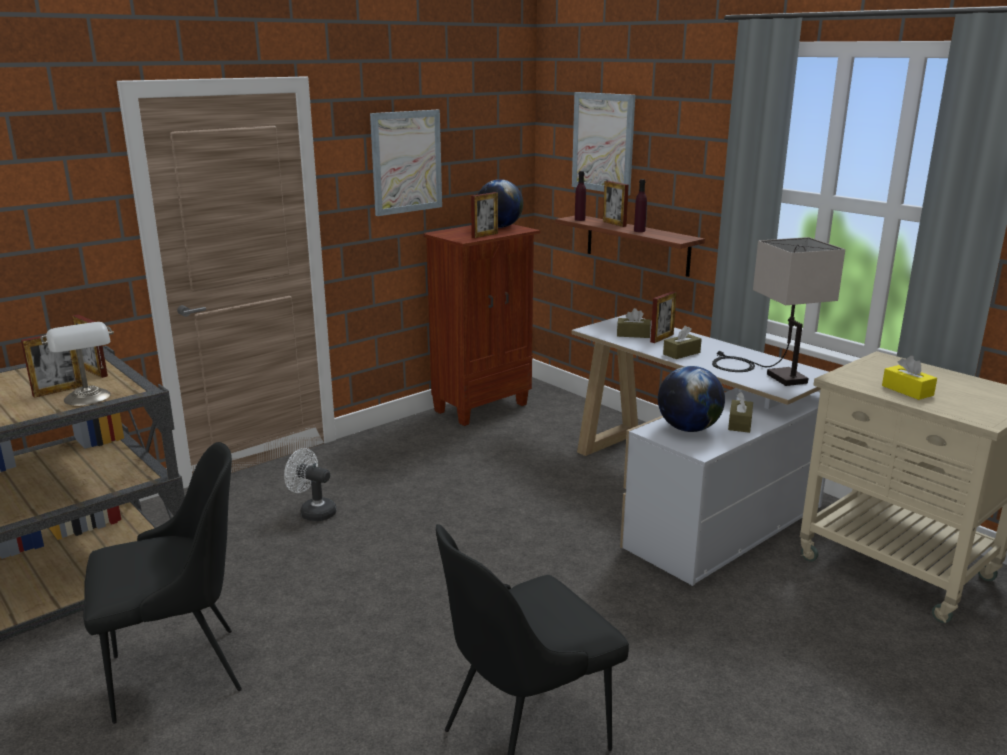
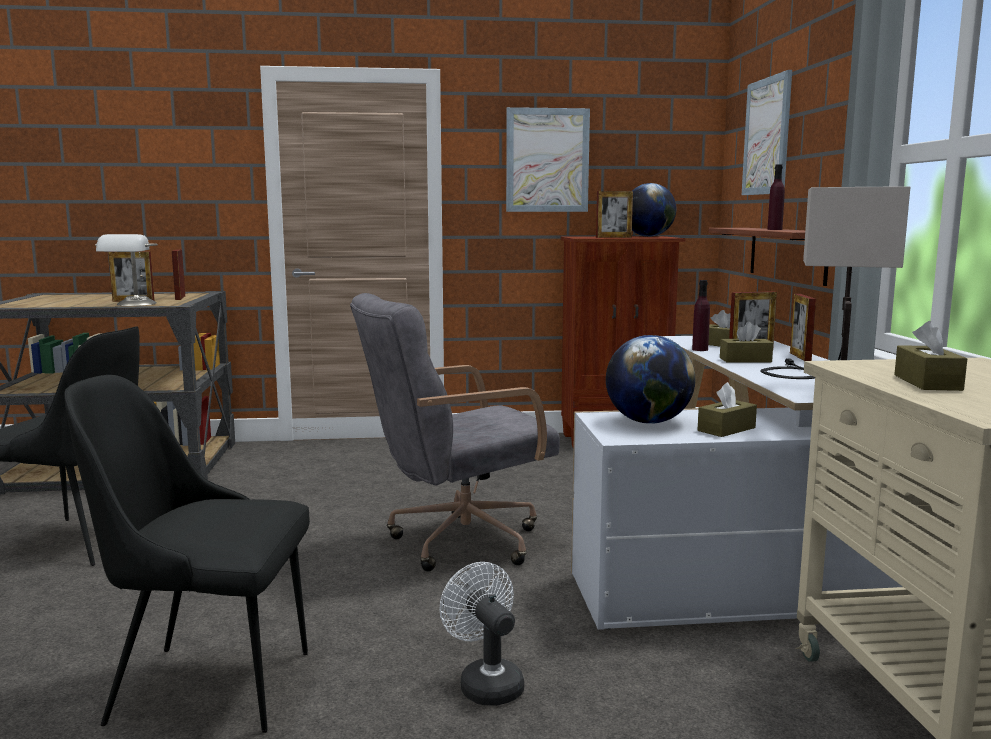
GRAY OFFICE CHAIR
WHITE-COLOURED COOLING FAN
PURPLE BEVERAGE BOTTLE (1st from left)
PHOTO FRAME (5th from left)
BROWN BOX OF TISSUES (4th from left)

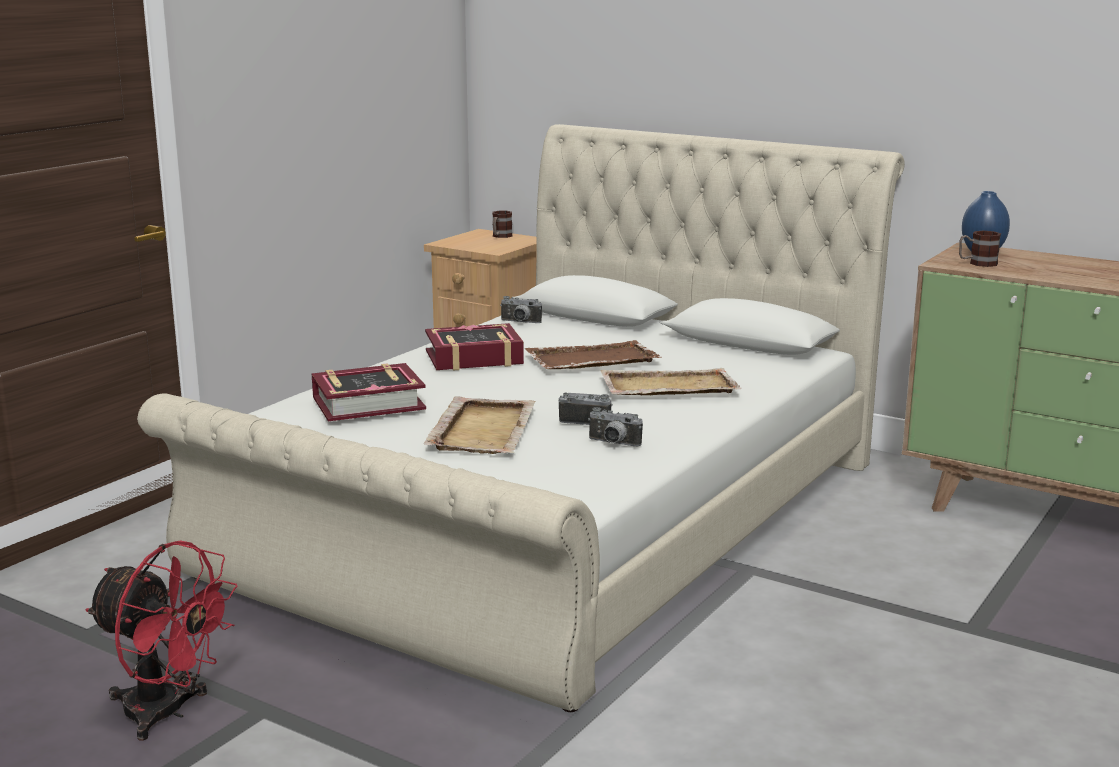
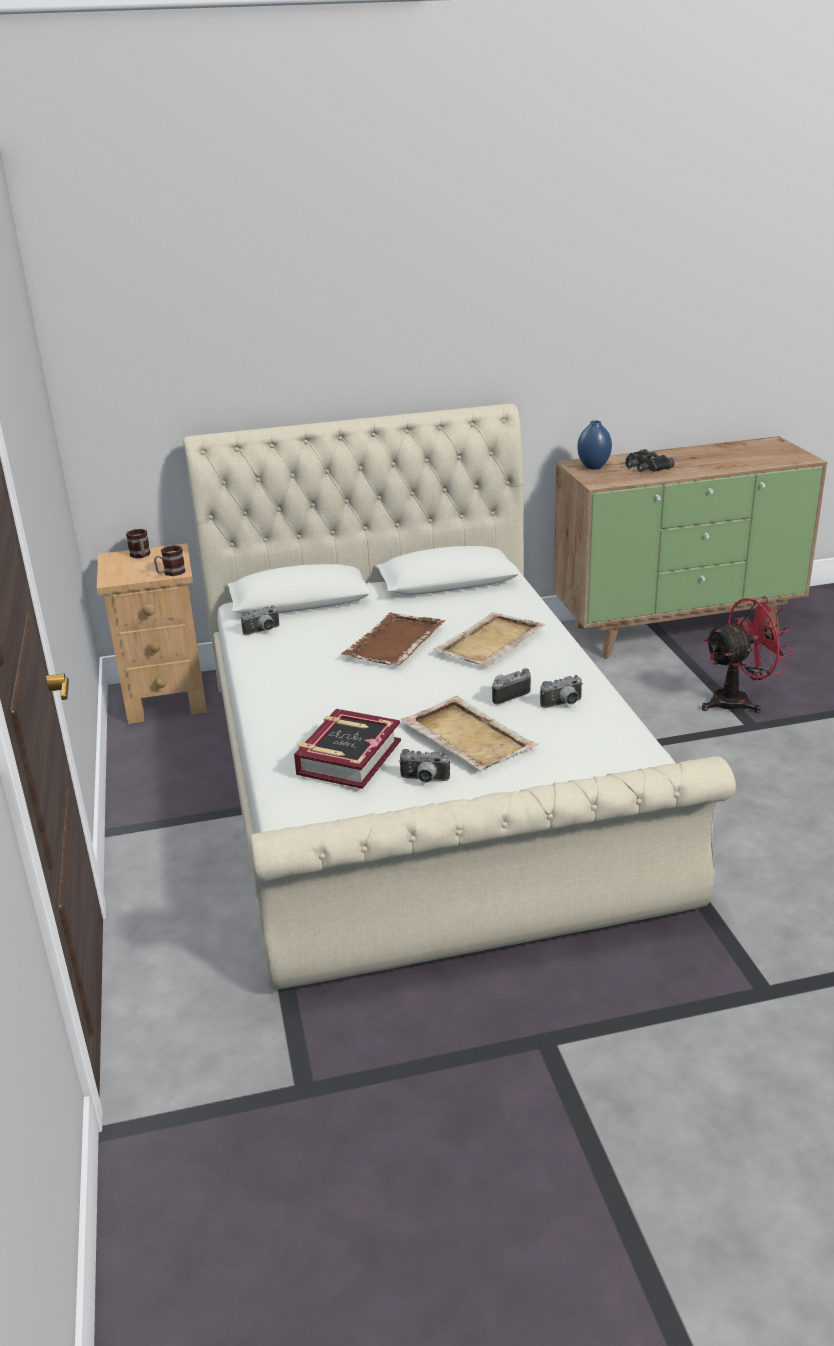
COFFEE MUG (2nd from left)
STILL CAMERA (2nd from left)
BLACK-COLOURED PAIR OF BINOCULARS
RED-COLOURED COOLING FAN
BOUND BOOK (2nd from left in the first image)

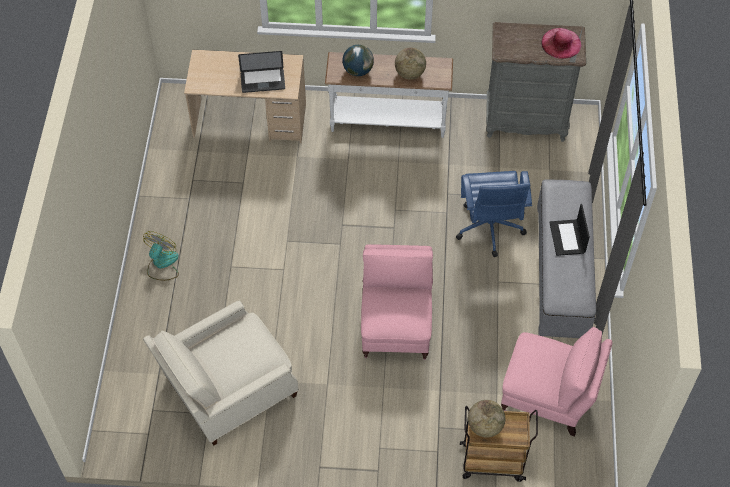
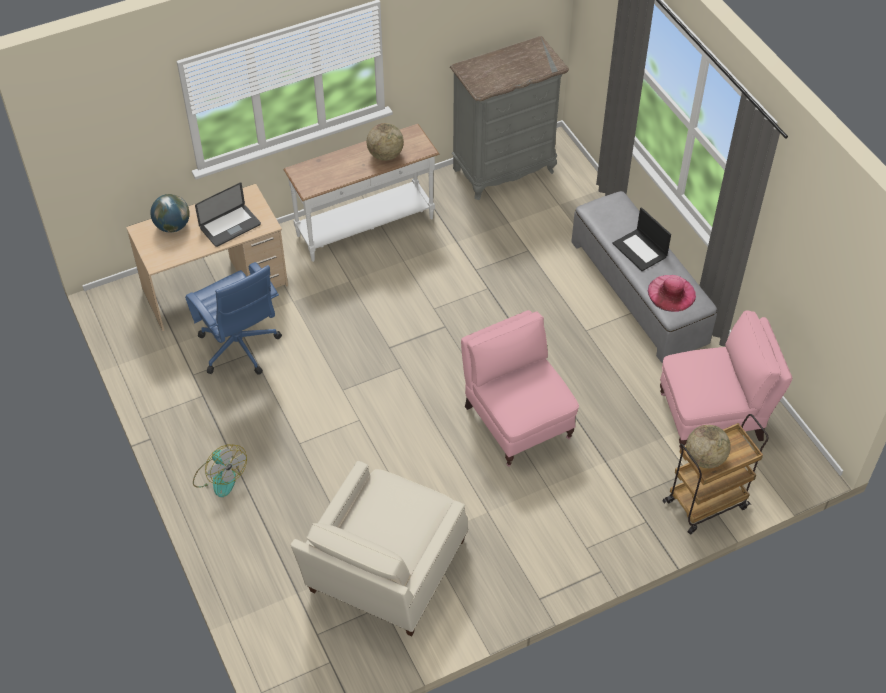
DESK GLOBE (1st from left)
BLUISH OFFICE CHAIR
COOLING FAN
PINKISH HAT

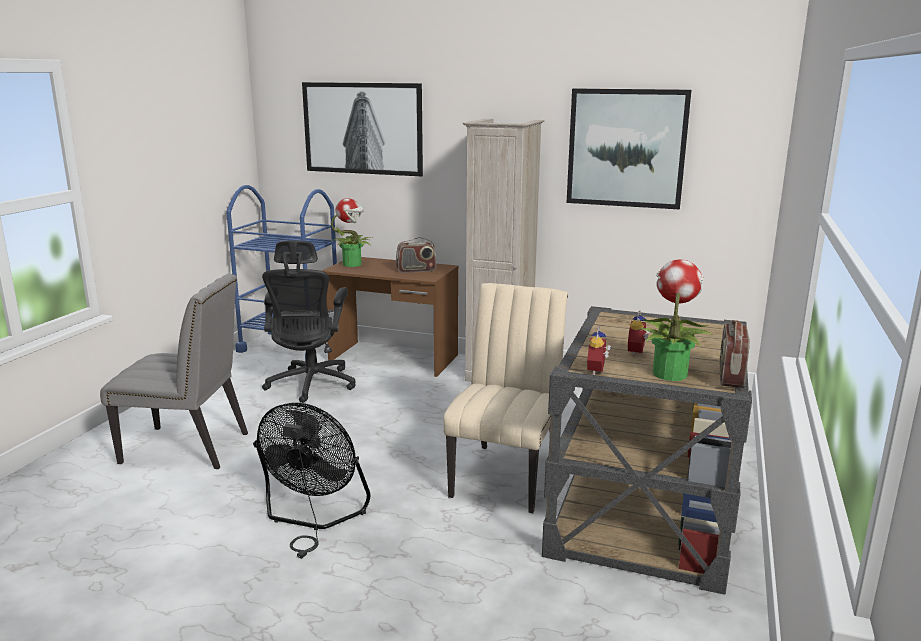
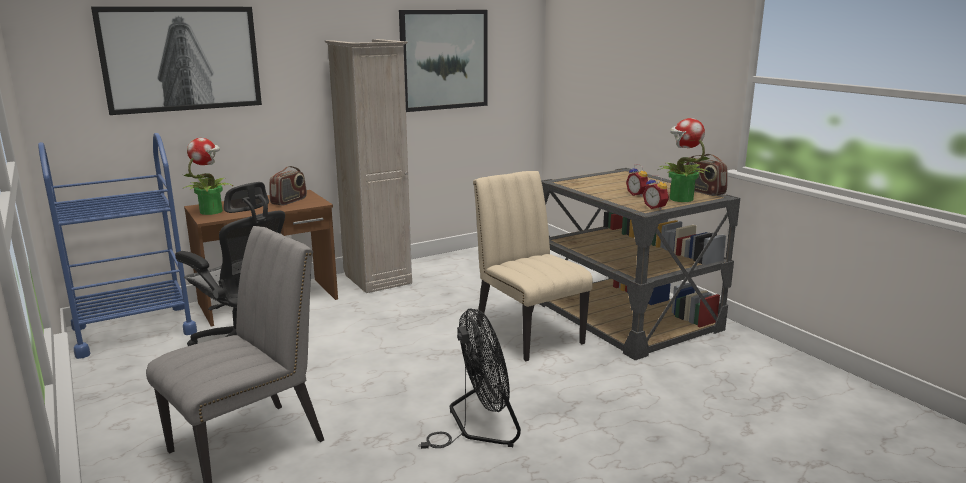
BLACK-COLOURED COOLING FAN

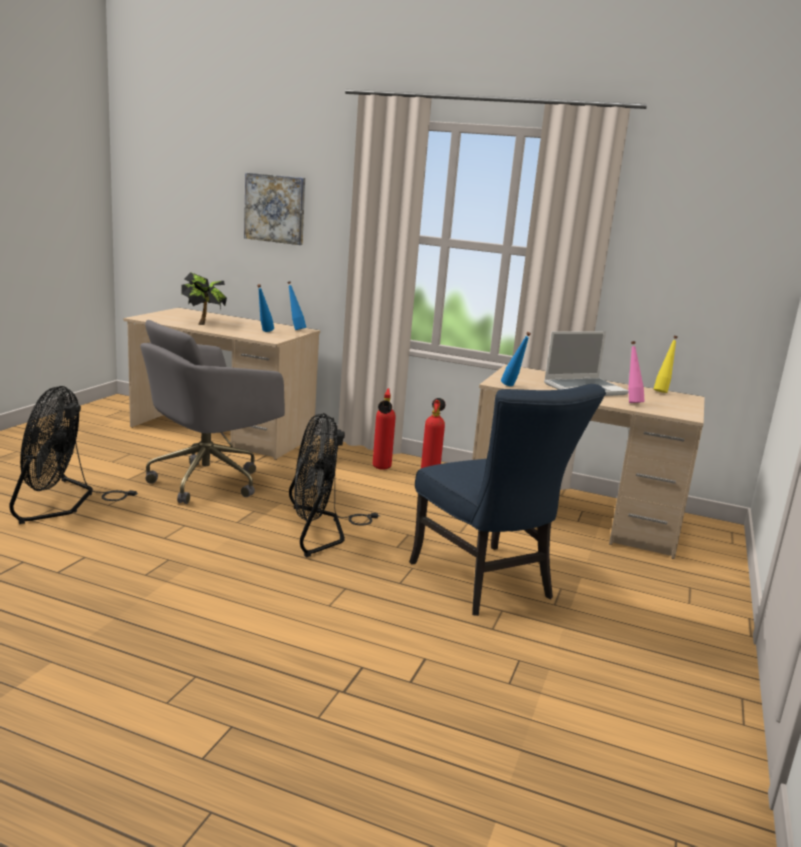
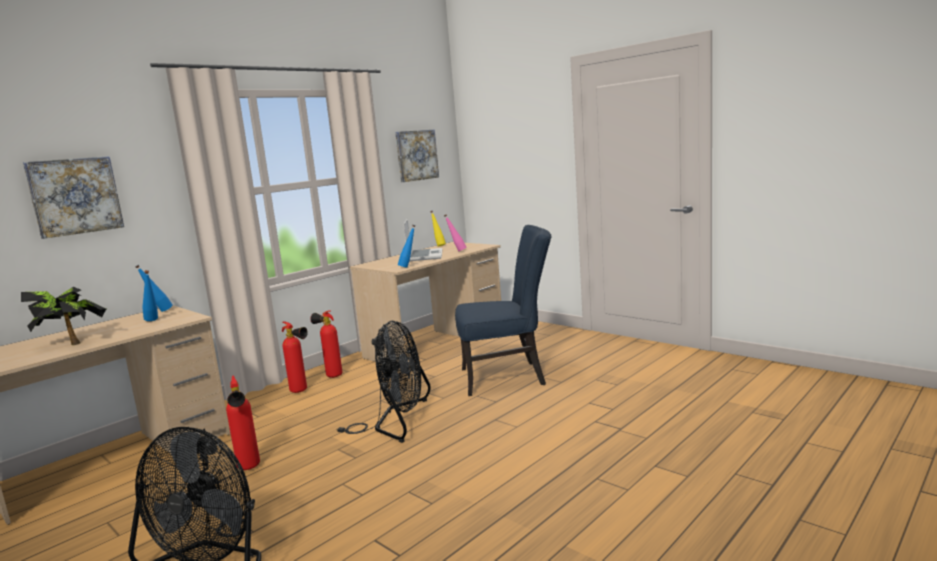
FIRE-FIGHTING CYLINDER (1st from left)
BLACK-COLOURED COOLING FAN (2nd from left)
WALL PICTURE (2nd from left)

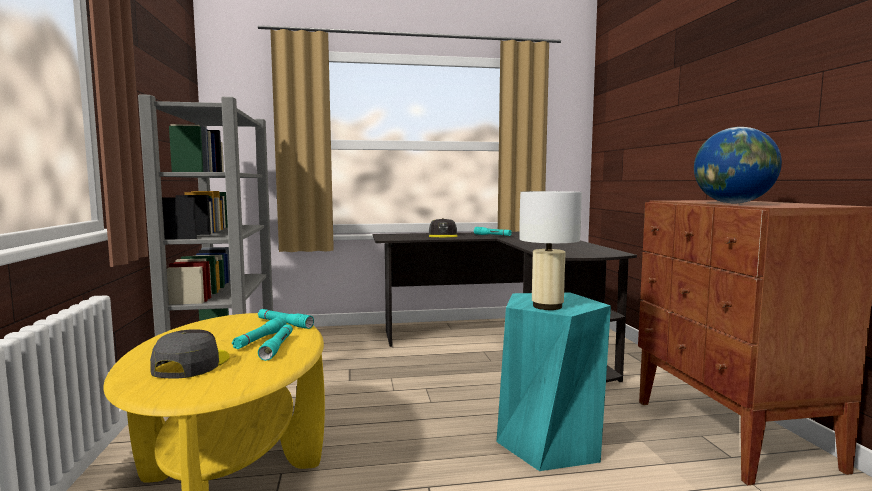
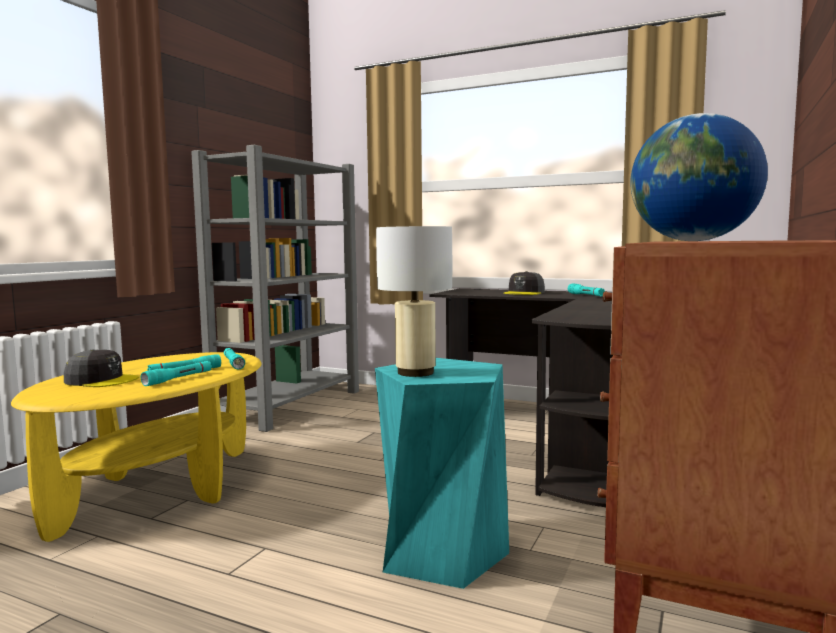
GRAY PEAKED CAP (1st from left)

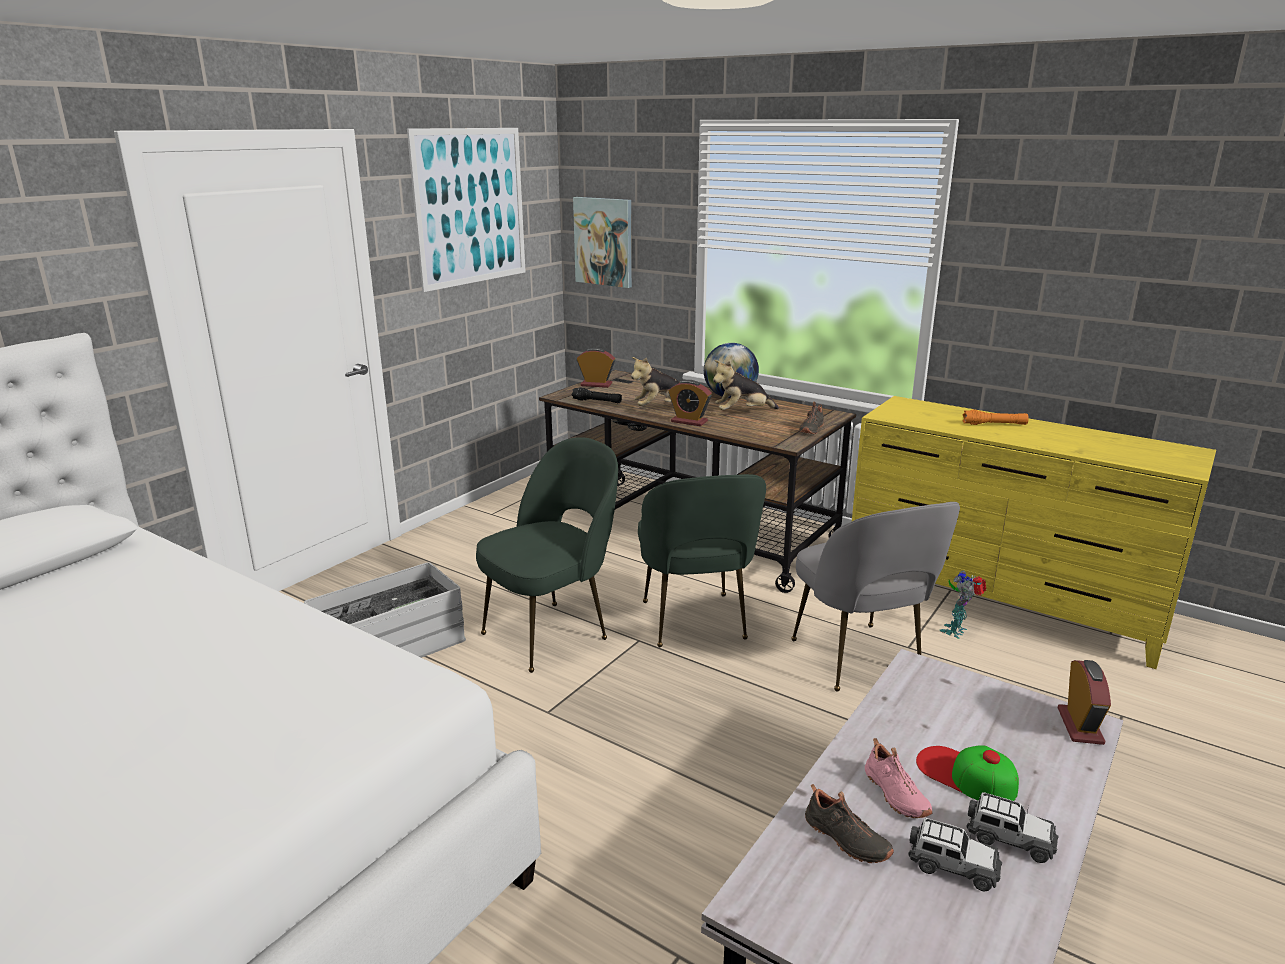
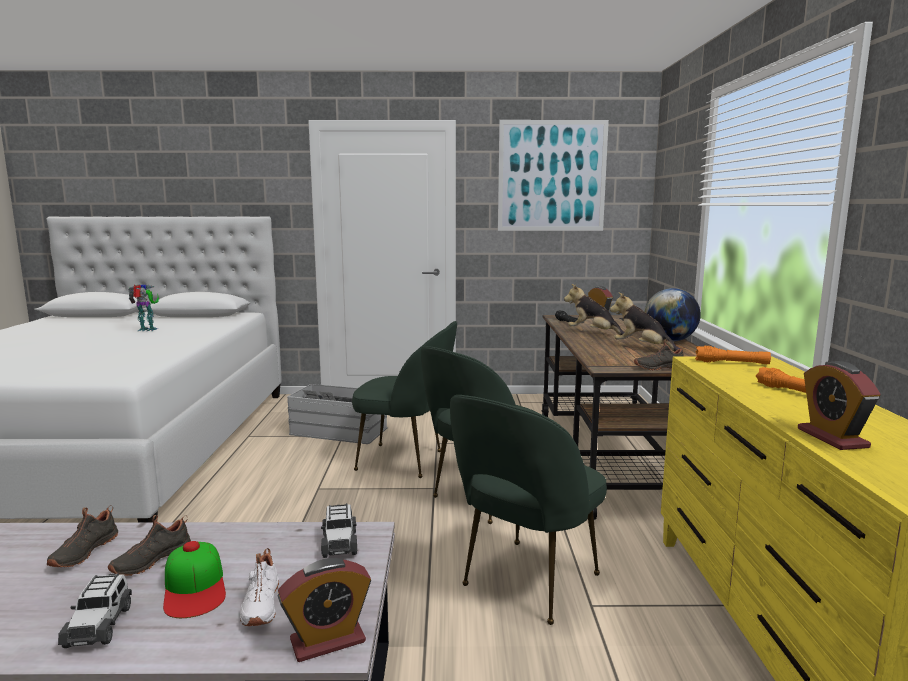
BLACK-COLOURED SHOE (2nd from left)
ROBOT FIGURE
PEAKED CAP
WHITE-COLOURED SHOE
TOY CAR (2nd from left)
GREEN CHAIR (3rd from left)
ORANGE TORCH (1st from left)
TABLE CLOCK (3rd from left)
WALL PICTURE (2nd from left in the first image)

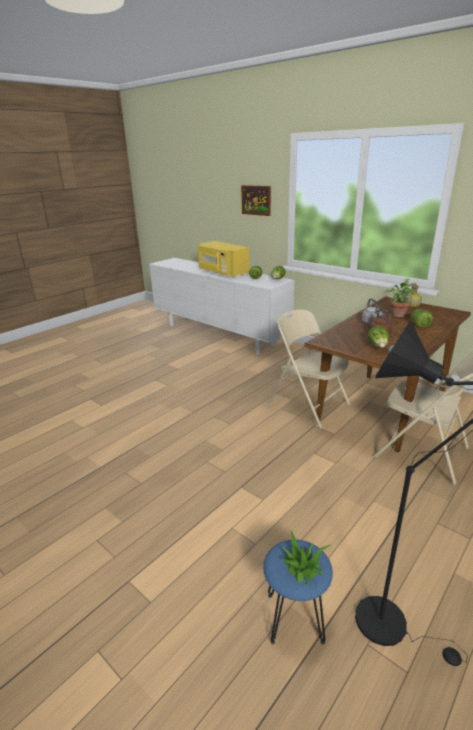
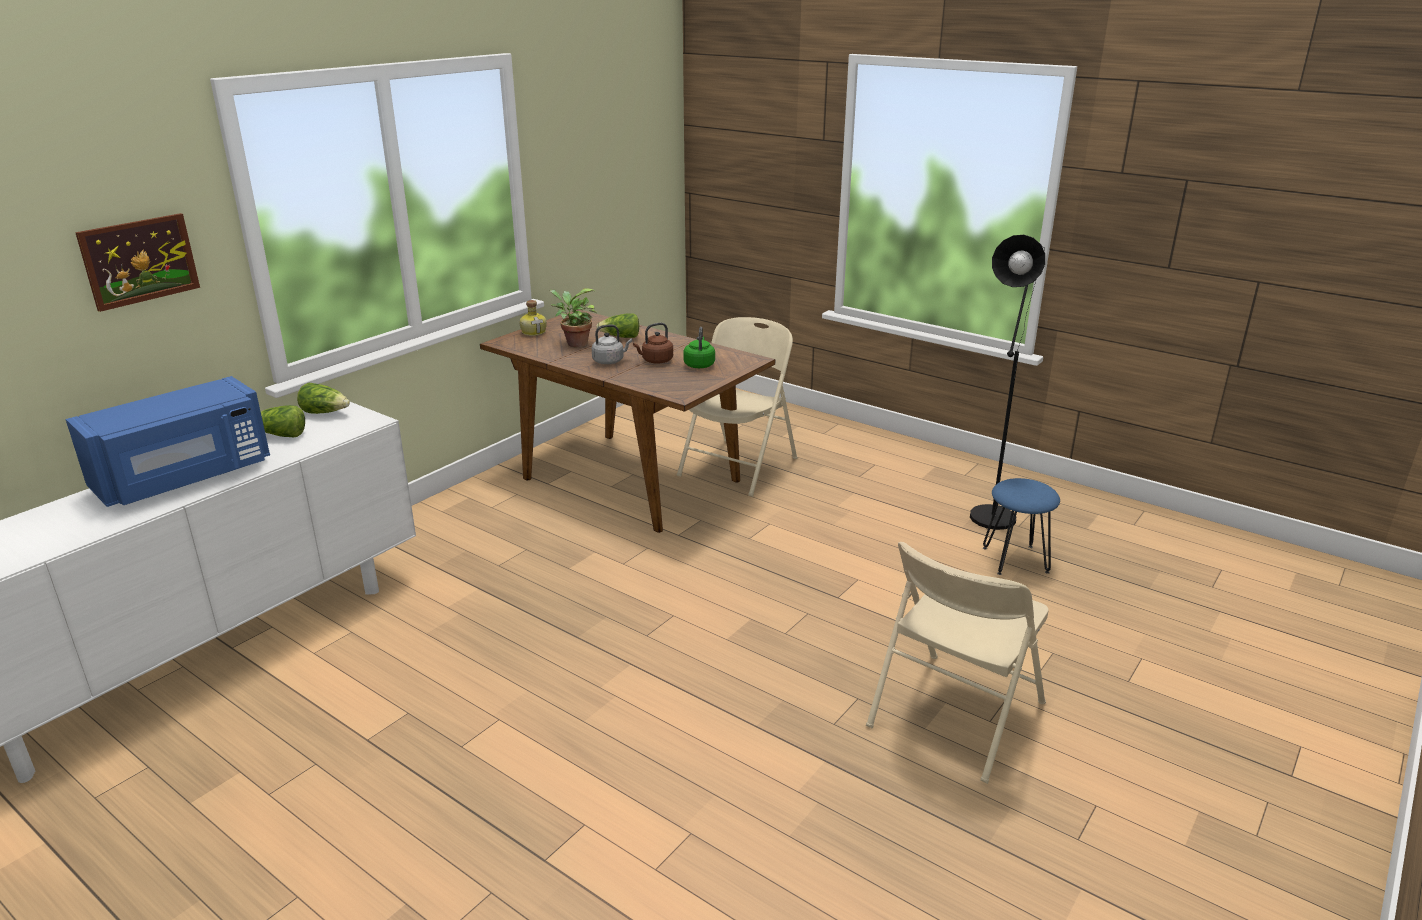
BLUISH KITCHEN MICROWAVE
GREEN WATER KETTLE
BEIGE CHAIR (2nd from left)
POTTED PLANT (1st from left in the first image)

